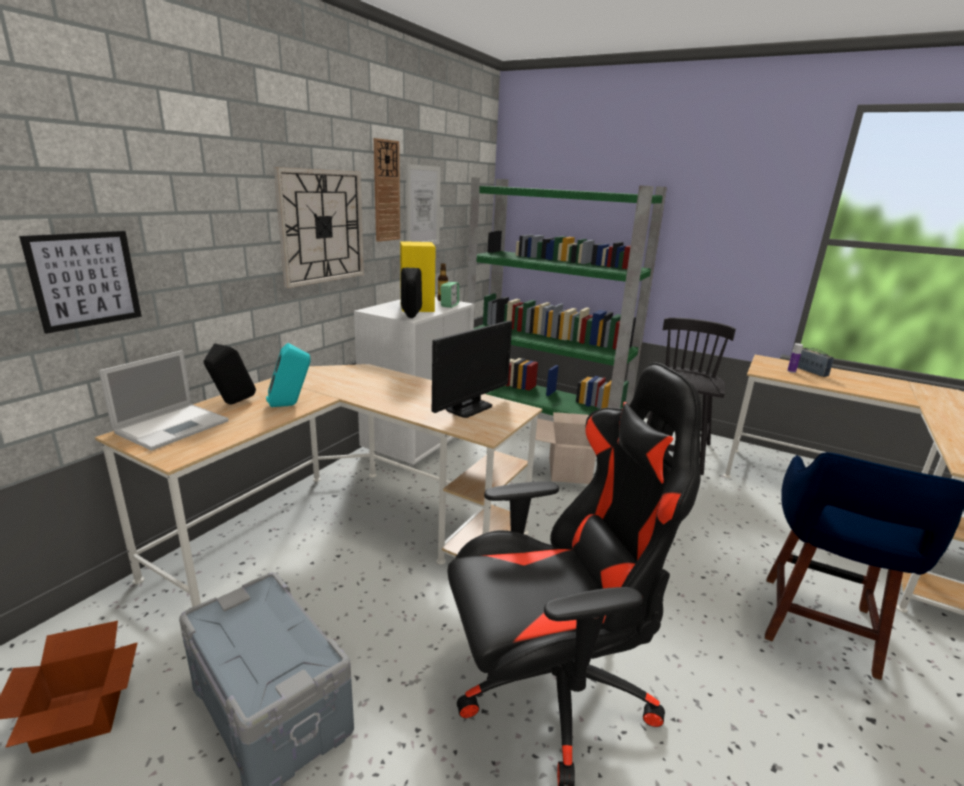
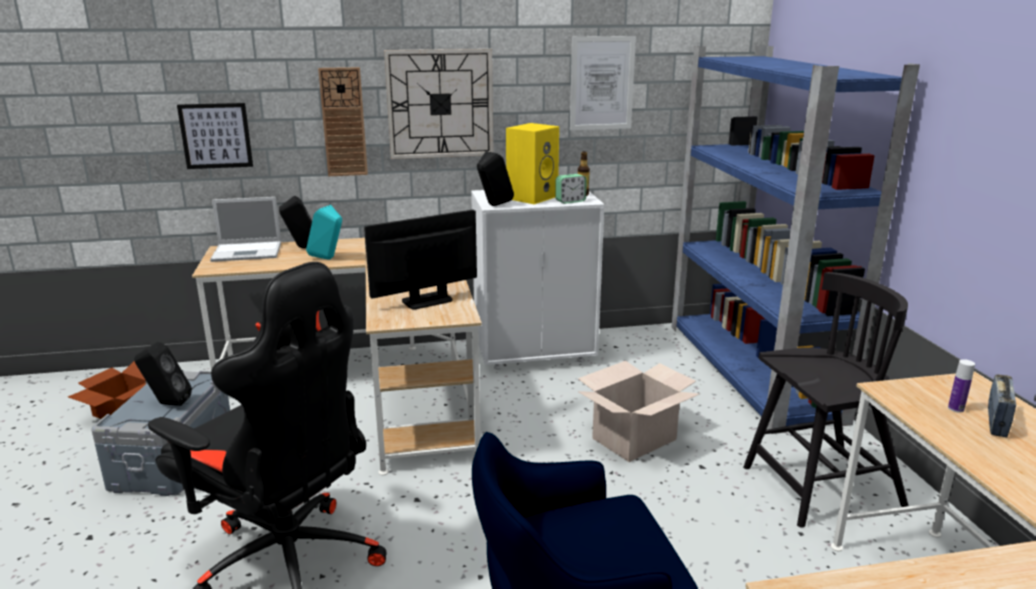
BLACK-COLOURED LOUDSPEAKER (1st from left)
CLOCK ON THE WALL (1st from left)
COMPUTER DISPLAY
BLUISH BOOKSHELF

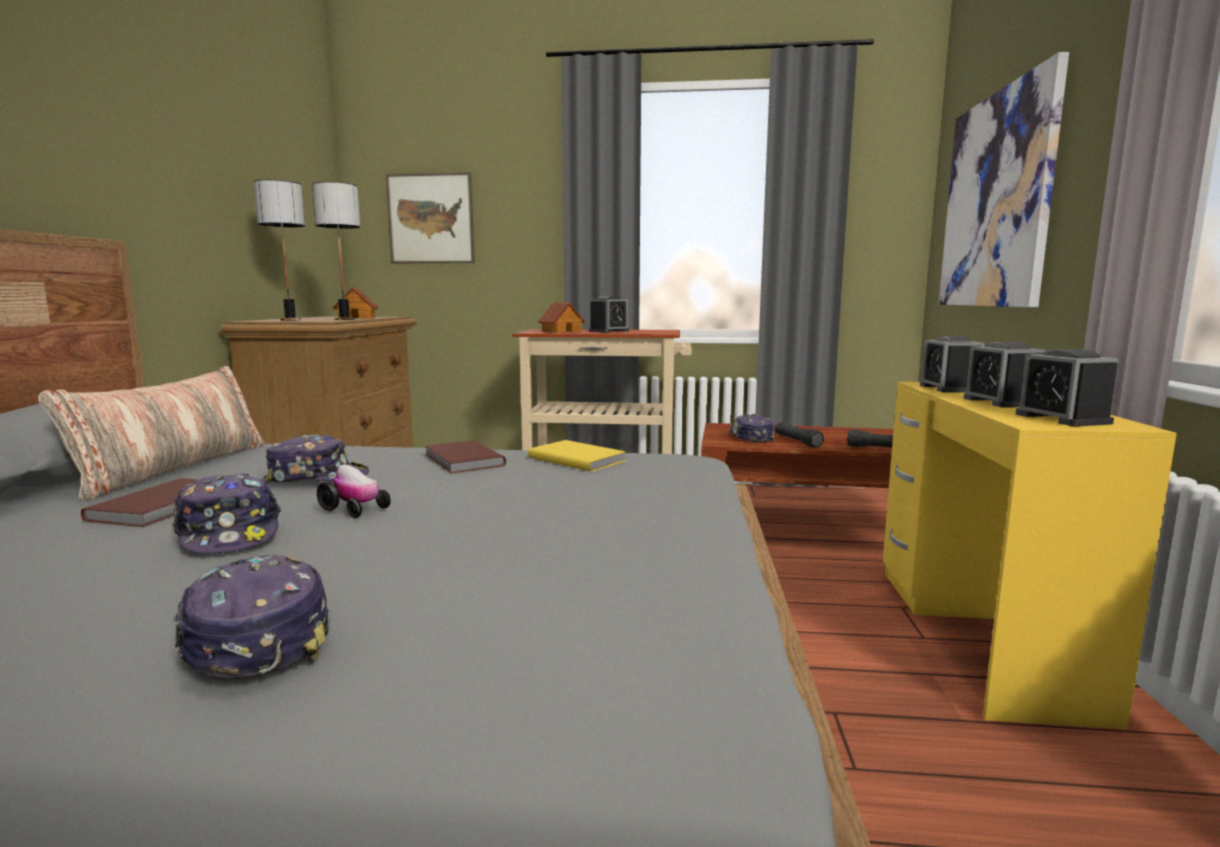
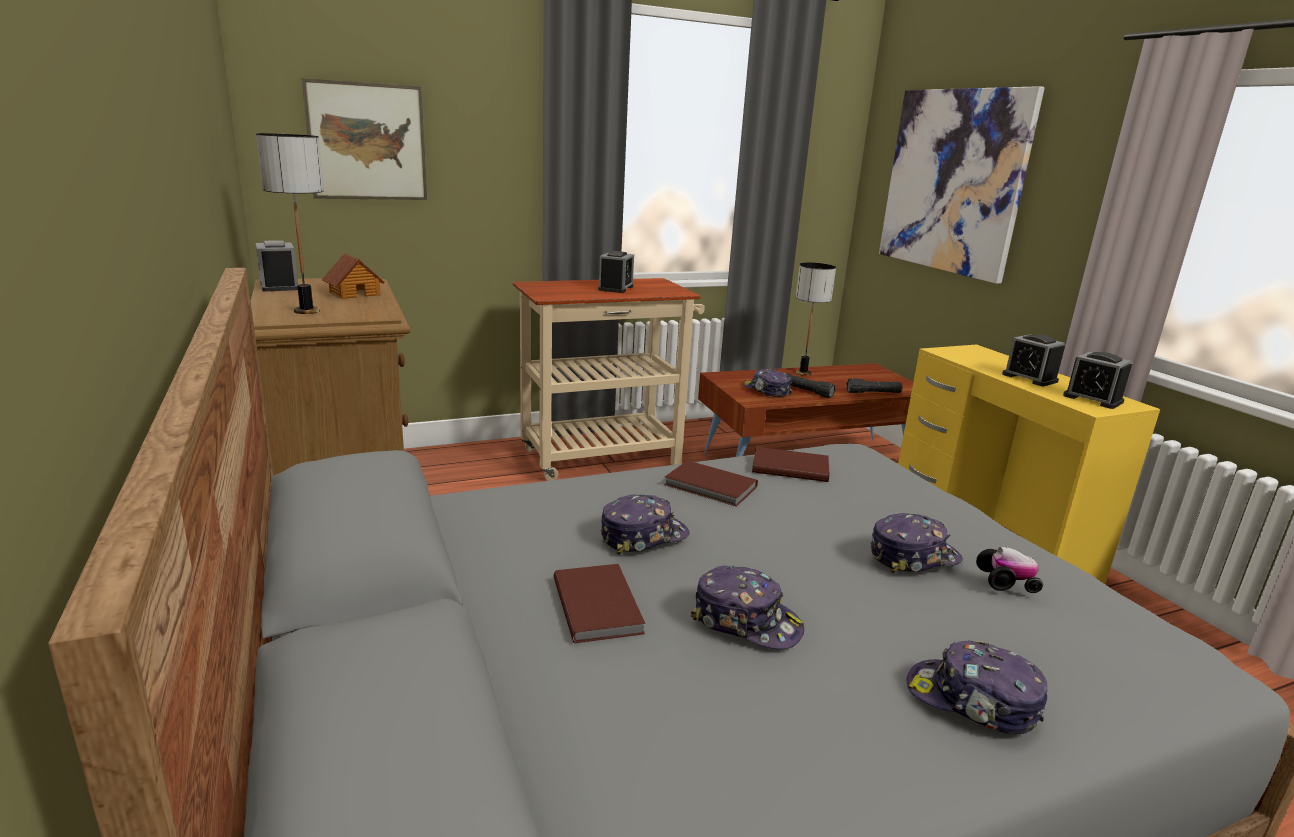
TABLE CLOCK (1st from left)
BROWN BOUND BOOK (3rd from left)
TABLE LAMP (2nd from left)
PEAKED CAP (4th from left)
TOY CAR
CUSHION
MINIATURE HOUSE (2nd from left in the first image)

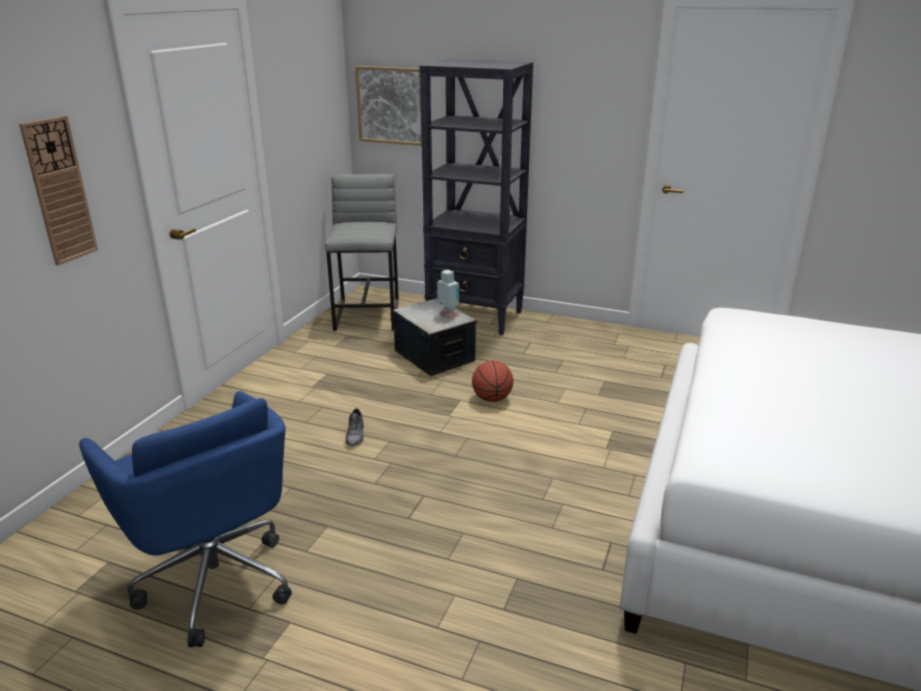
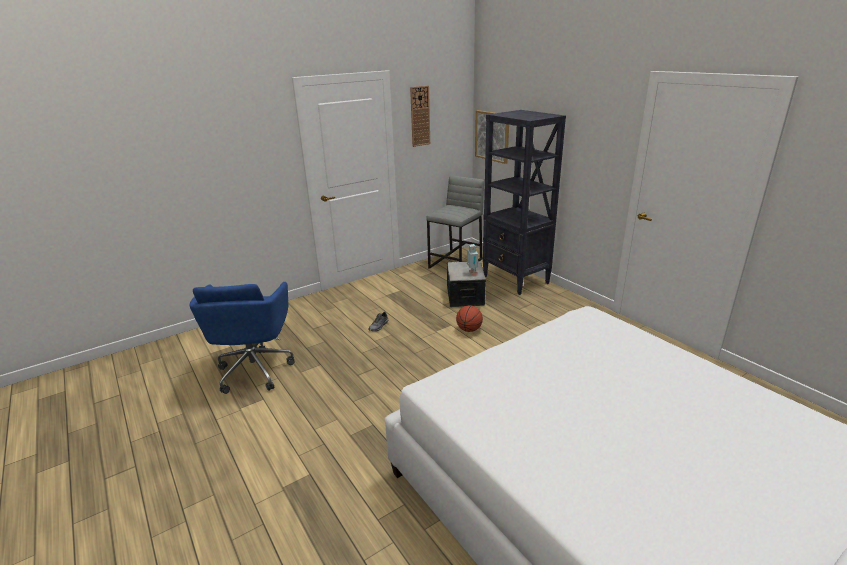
CLOCK ON THE WALL

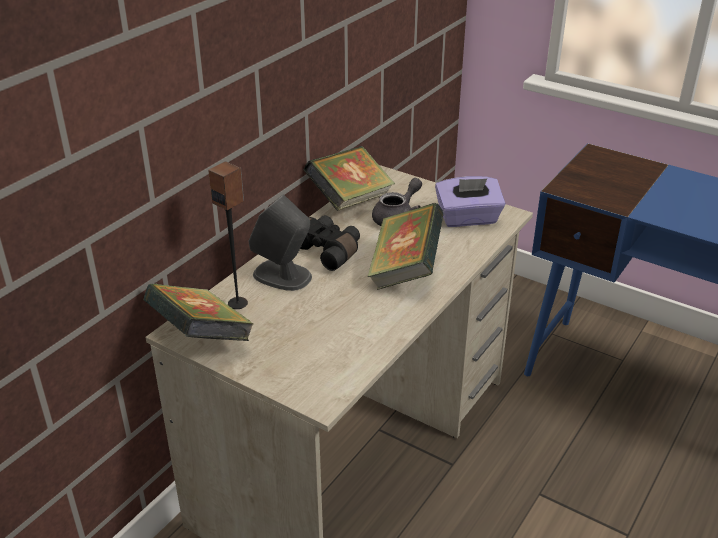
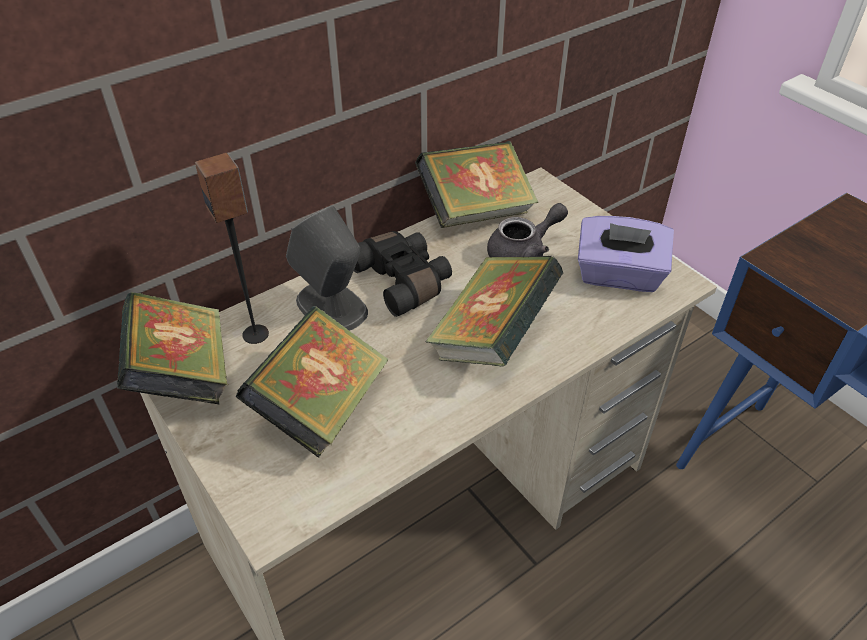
BOUND BOOK (2nd from left)

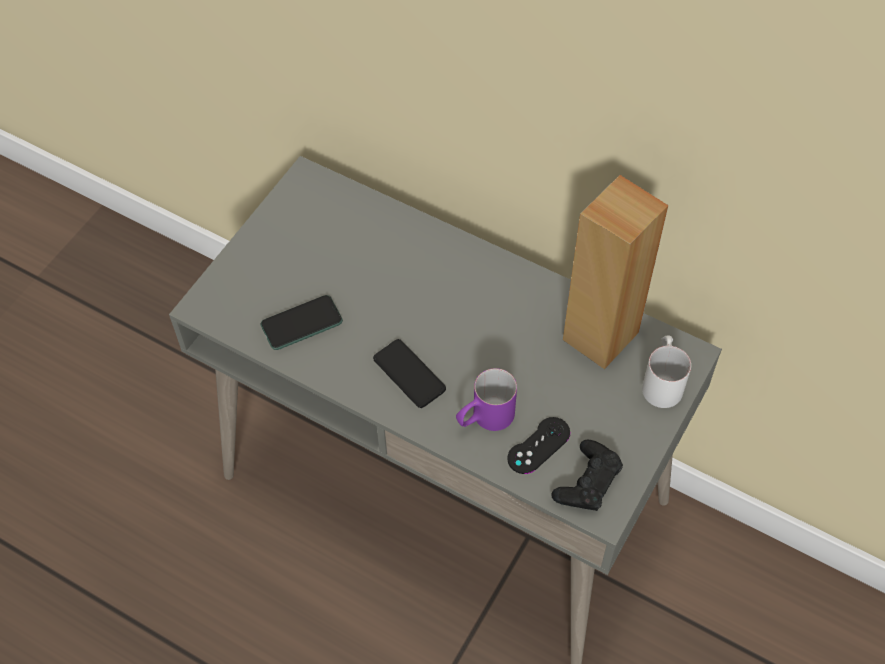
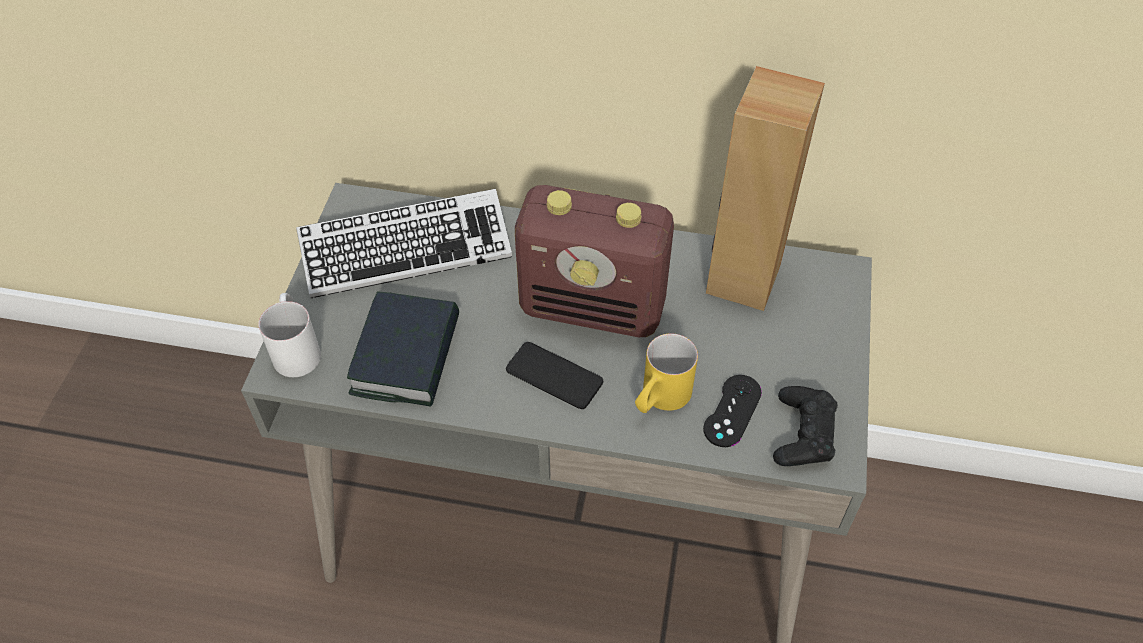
WHITE-COLOURED COFFEE MUG
KEYBOARD
BOUND BOOK
RADIO
YELLOW COFFEE MUG

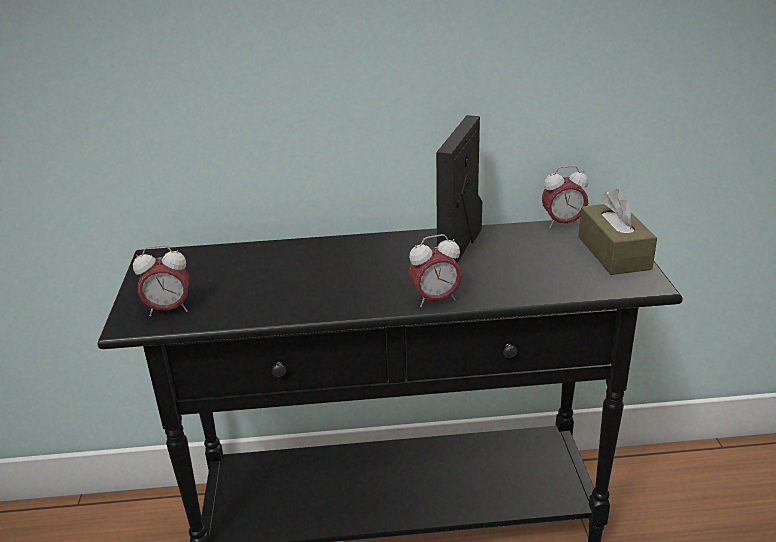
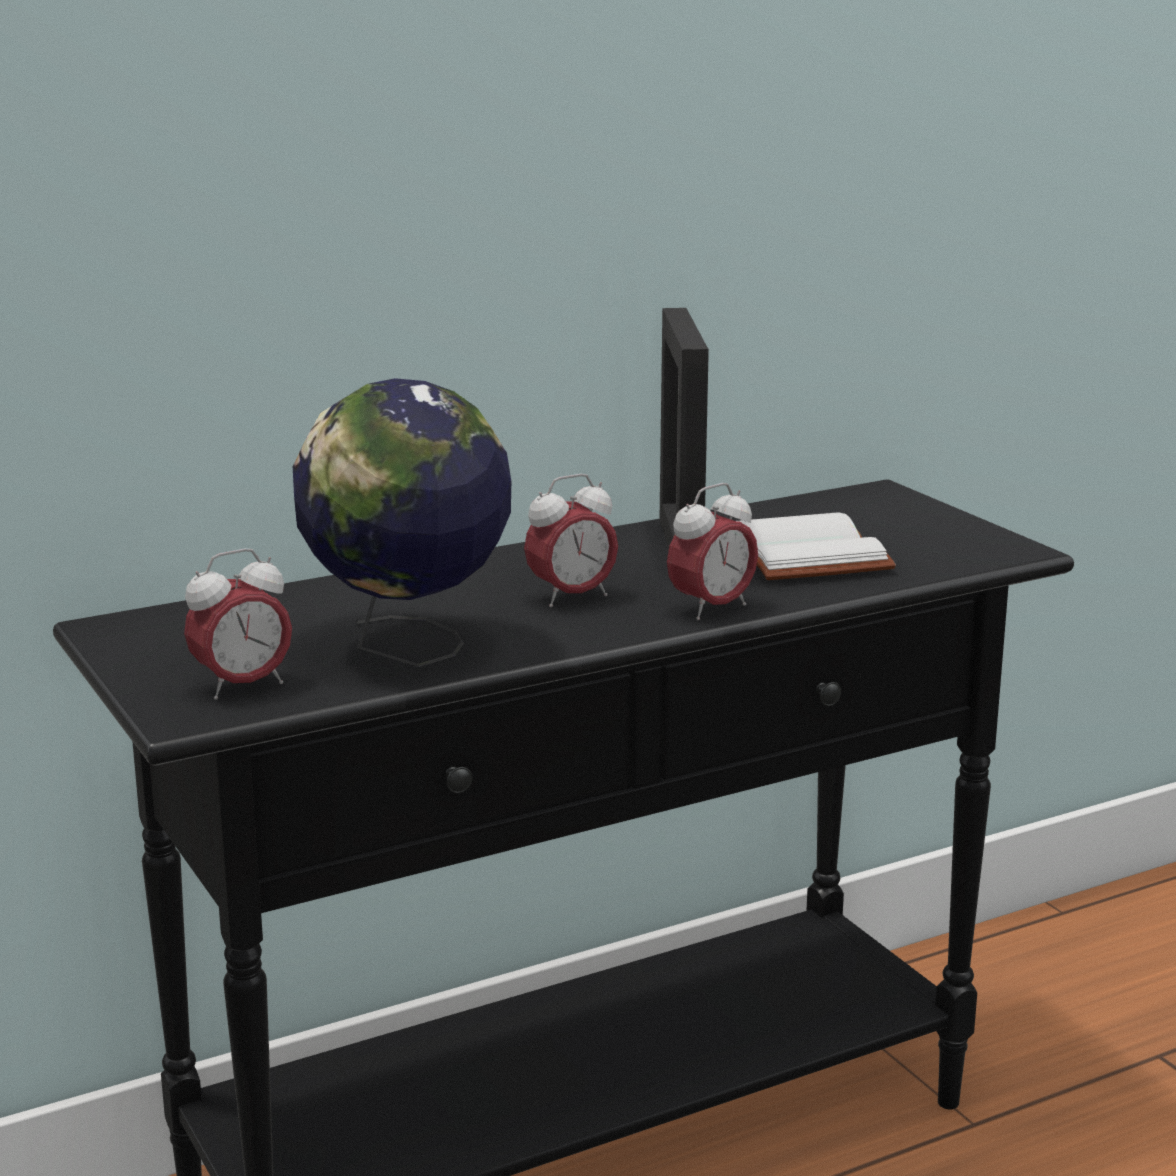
DESK GLOBE
TABLE CLOCK (2nd from left)
WHITE-COLOURED BOUND BOOK
BROWN BOX OF TISSUES

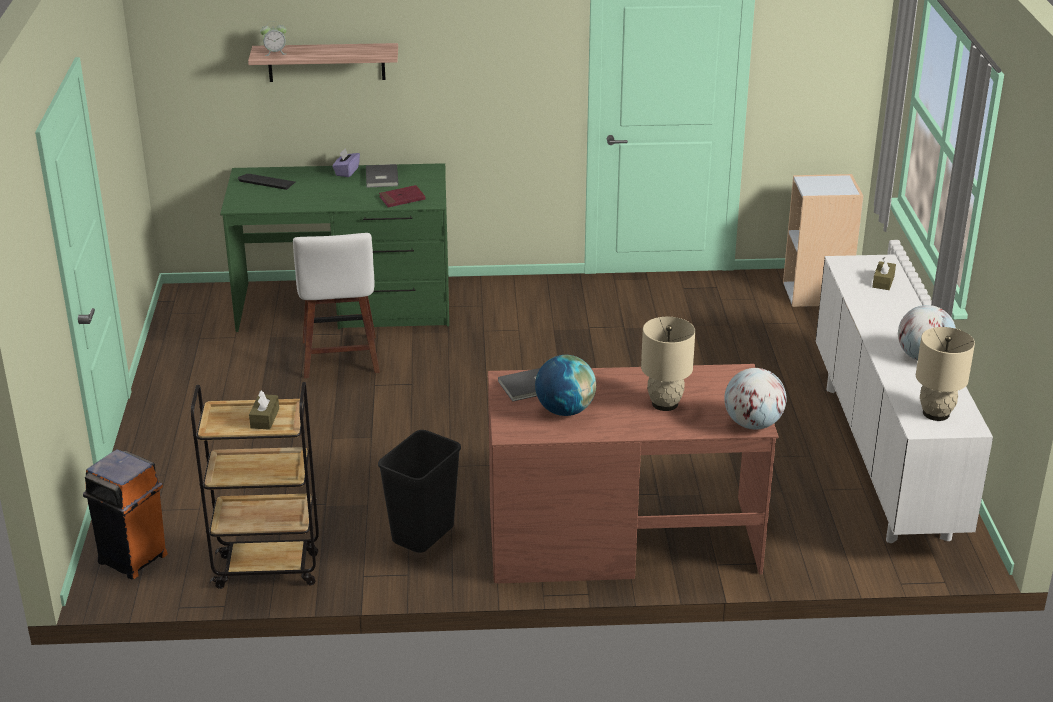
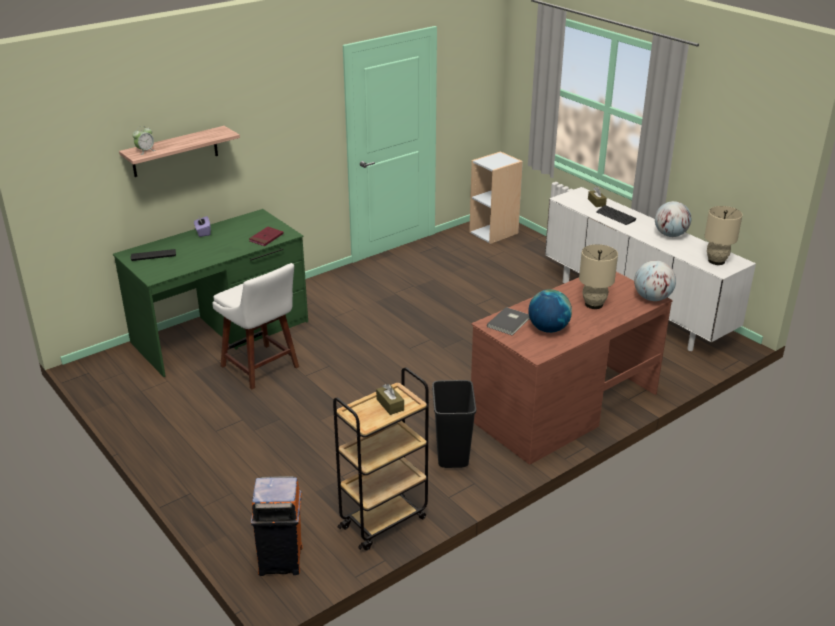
KEYBOARD (2nd from left)
GRAY BOUND BOOK (1st from left in the first image)

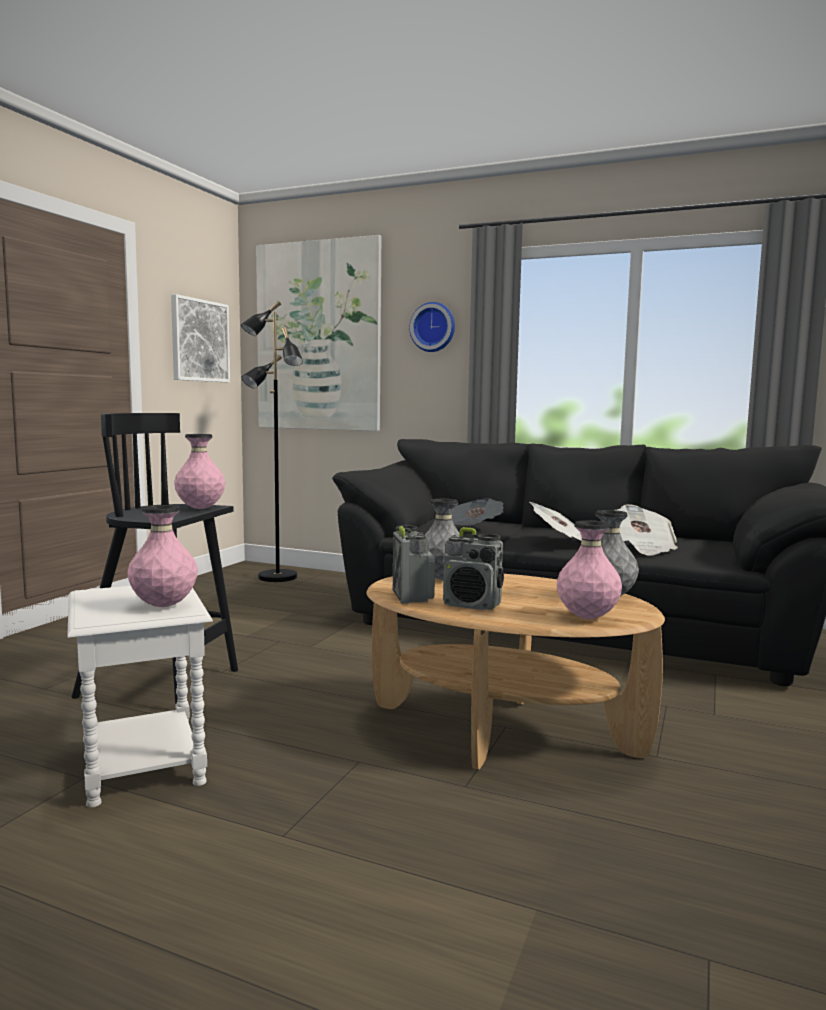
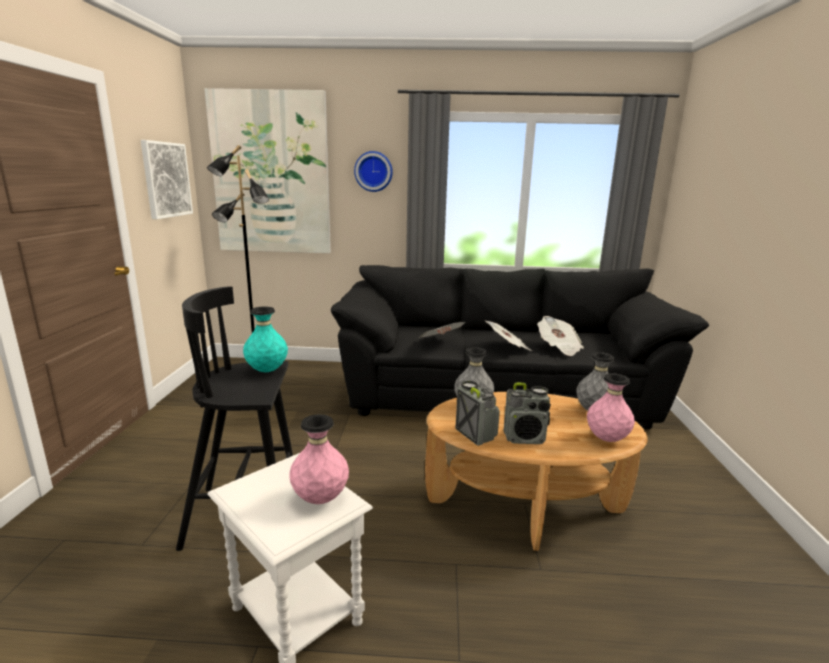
BLUE-GREEN DECORATIVE VASE

